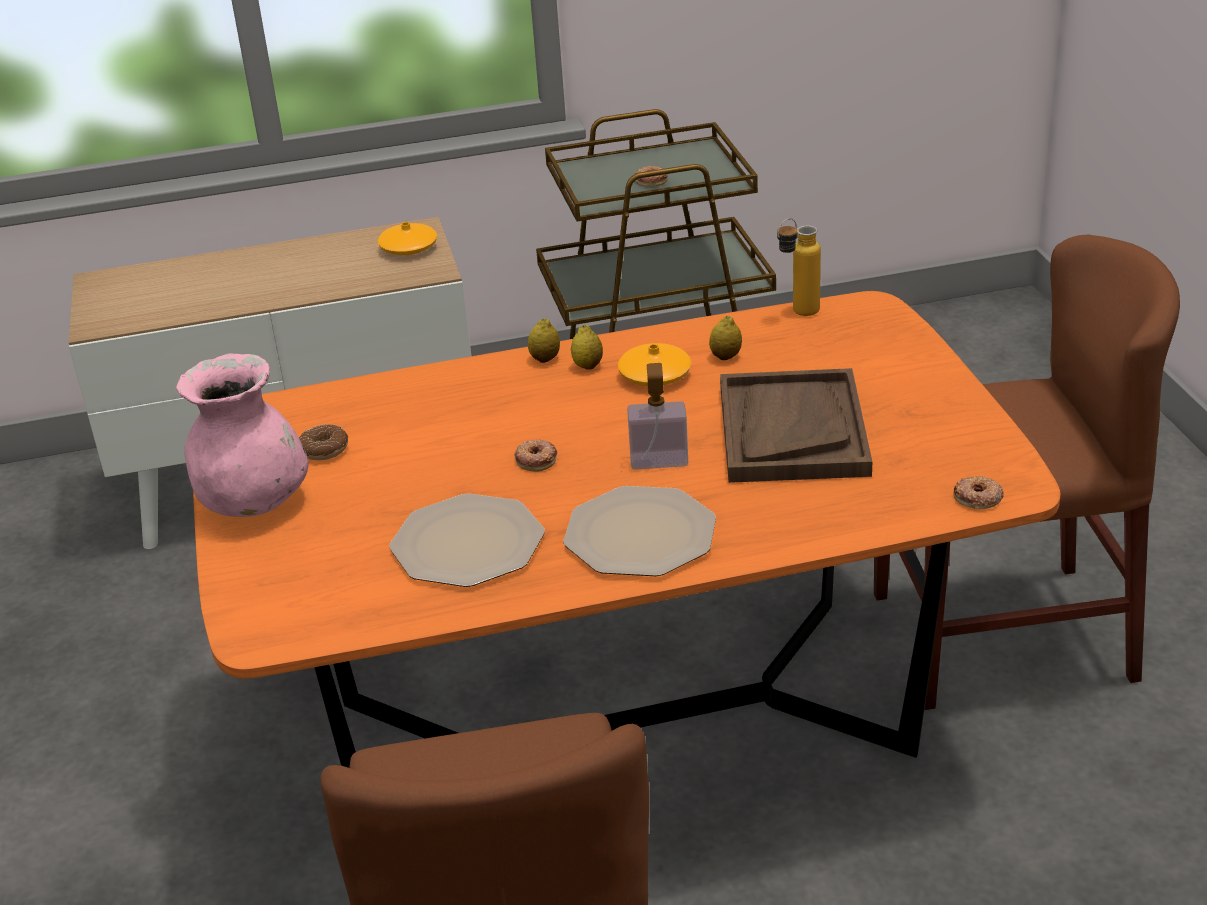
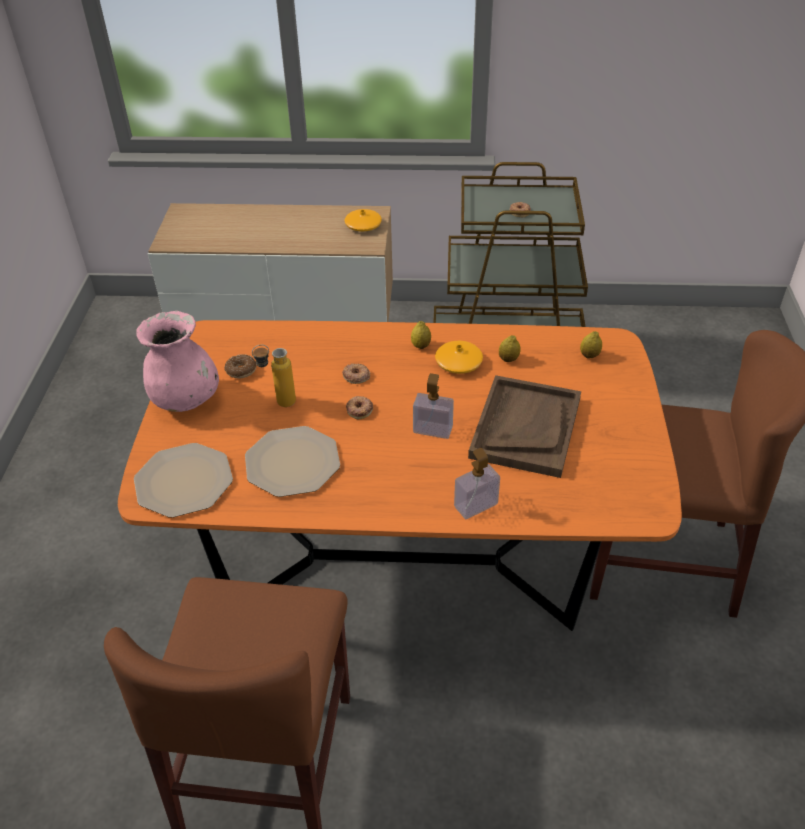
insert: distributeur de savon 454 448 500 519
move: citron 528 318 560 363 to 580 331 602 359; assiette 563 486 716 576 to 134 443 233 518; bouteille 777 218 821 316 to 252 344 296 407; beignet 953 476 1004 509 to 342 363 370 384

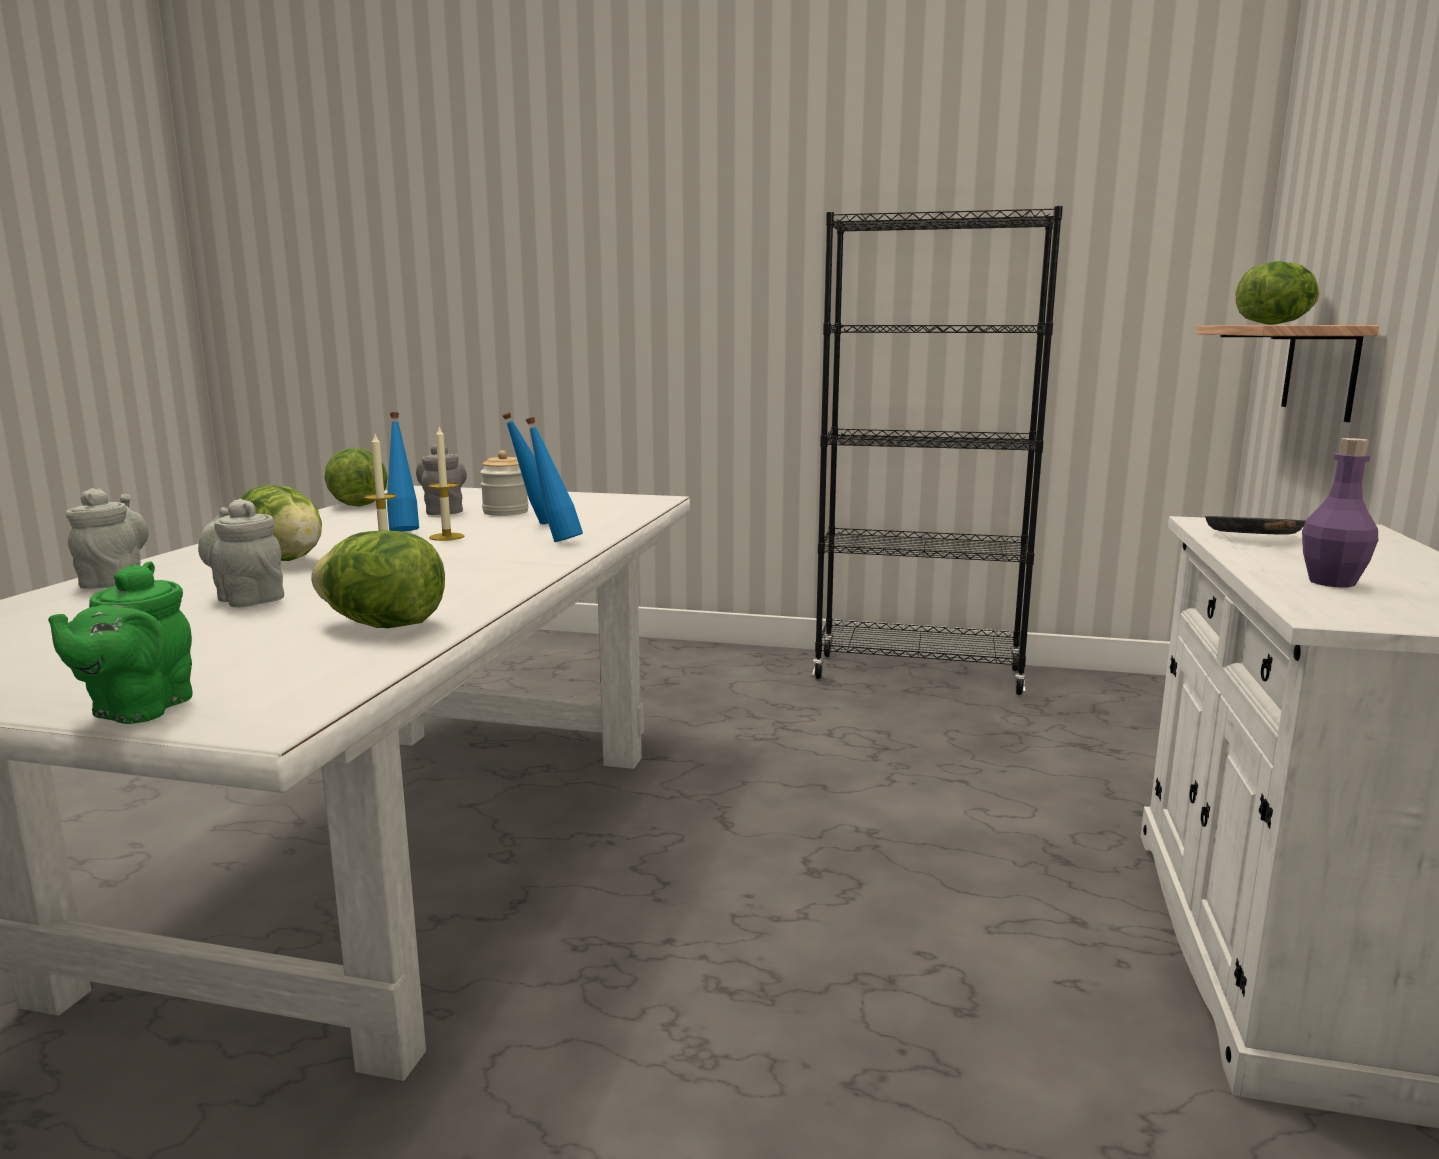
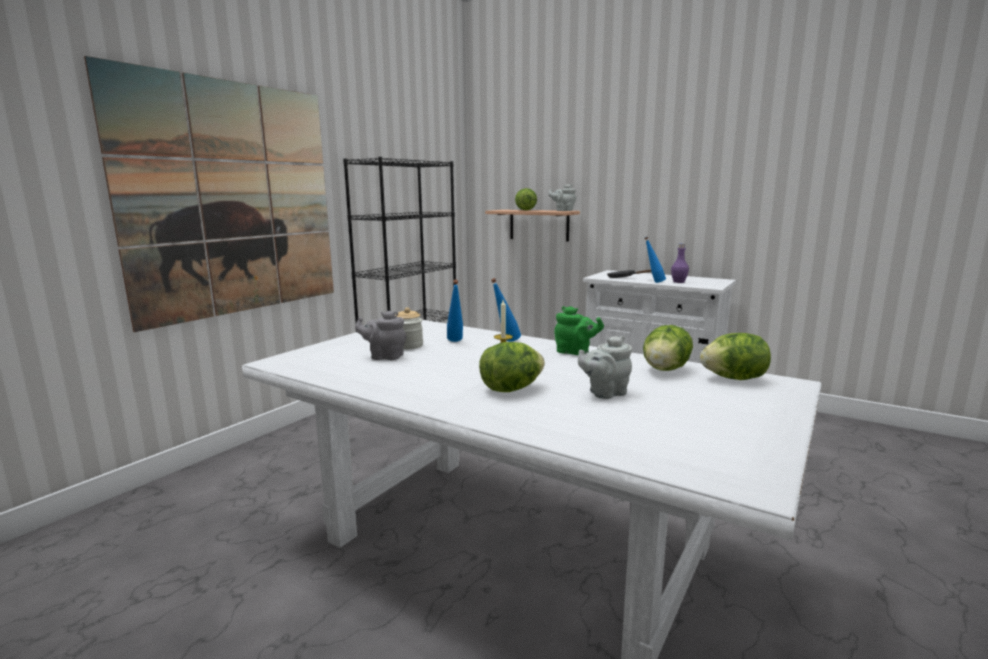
delete: bougie 428 427 465 541
insert: tableau 84 56 334 332
move: théière (vert) 48 561 193 724 to 554 306 604 355; théière (gris) 66 488 149 589 to 548 184 576 211; laitue 325 447 388 507 to 700 333 771 380; bouteille (bleu) 387 412 419 531 to 645 237 666 283

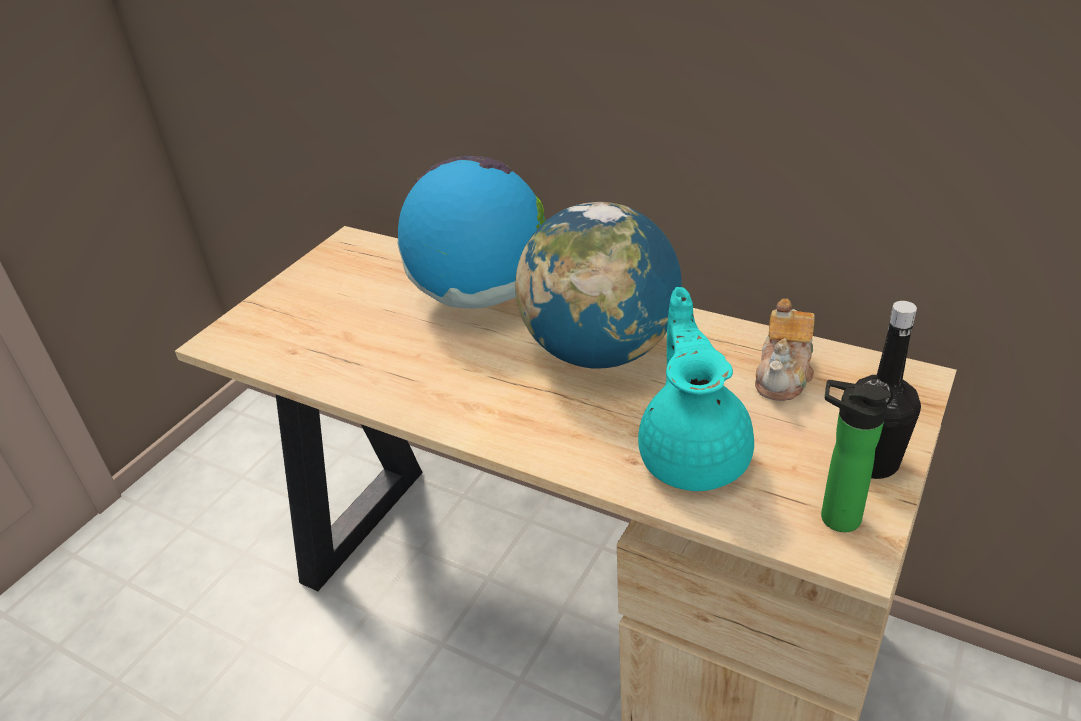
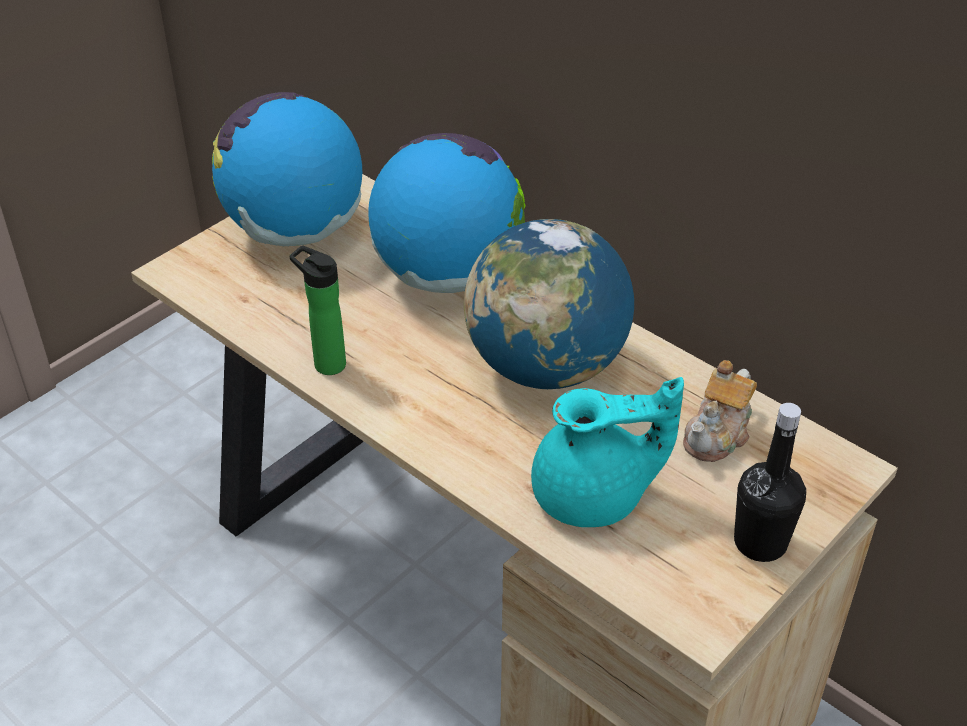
insert: globe 212 92 362 246
move: bouteille 821 380 891 532 to 289 245 346 375
rotate: théière (turquoise) 638 287 754 491 = 531 377 684 527 75 degrees clockwise

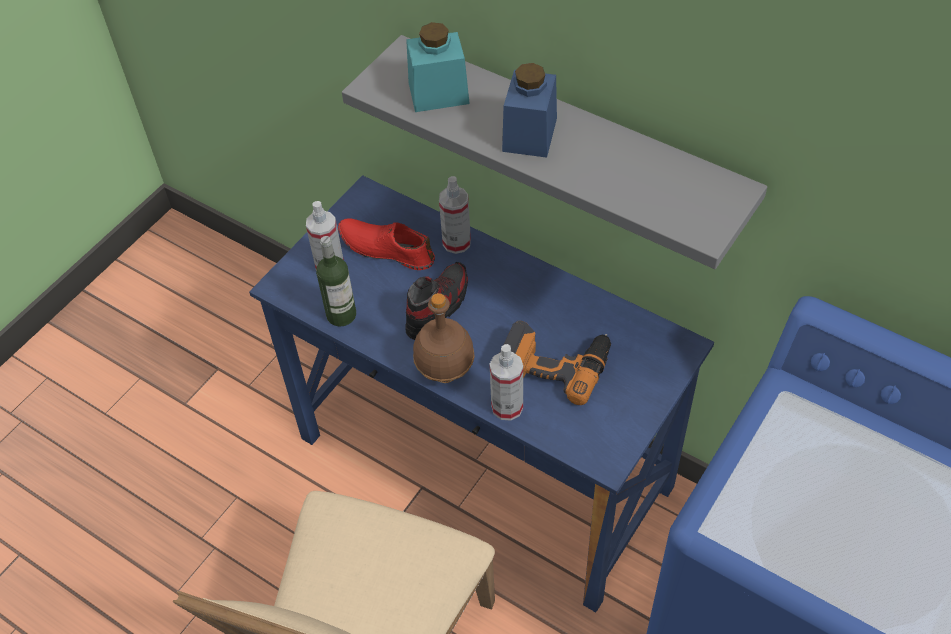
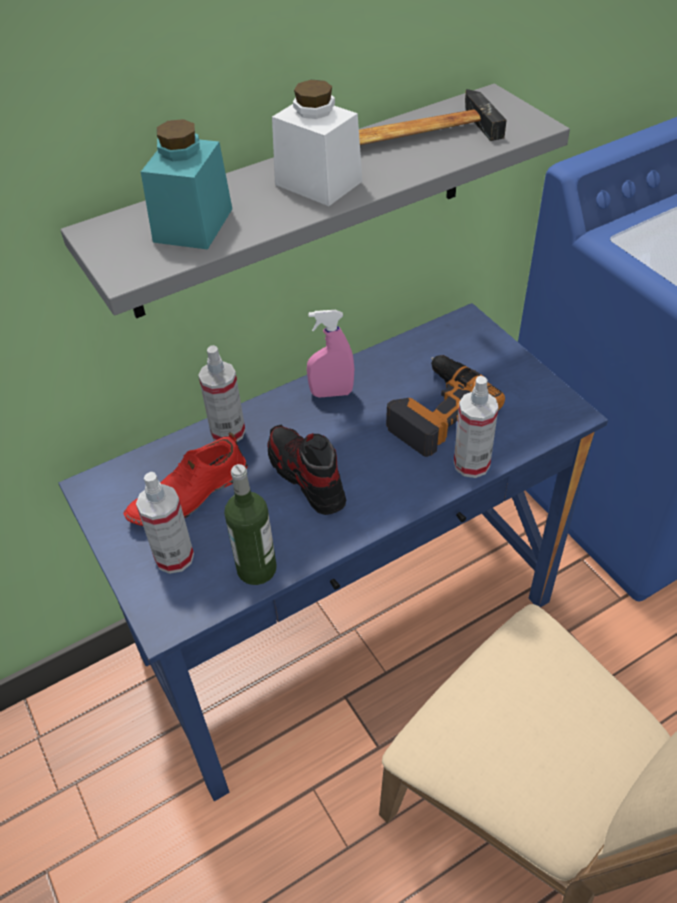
delete: bouteille (marron) 413 293 475 383
insert: vaporisateur (rose) 307 310 354 398; marteau 359 89 506 145
recolor: bocal (bleu) 502 63 557 158 to bocal (blanc) 272 80 362 206

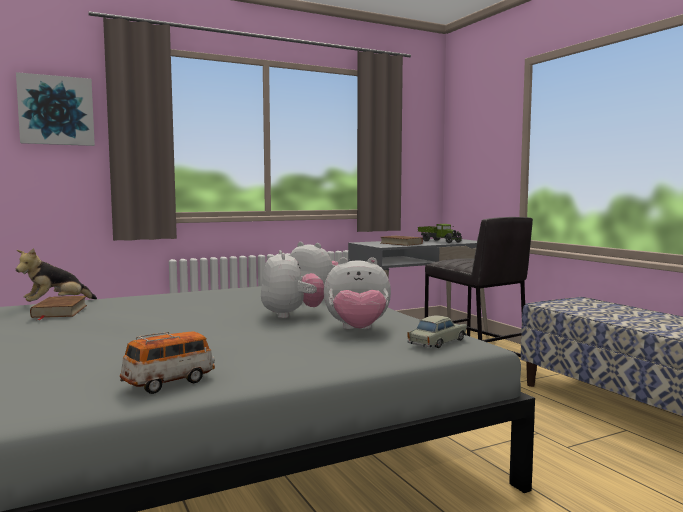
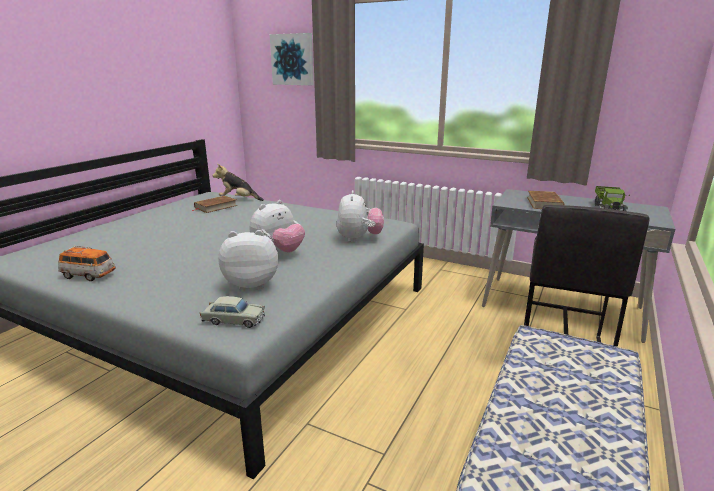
rotate: peluche 324 257 391 329 = 219 230 278 290 120 degrees clockwise

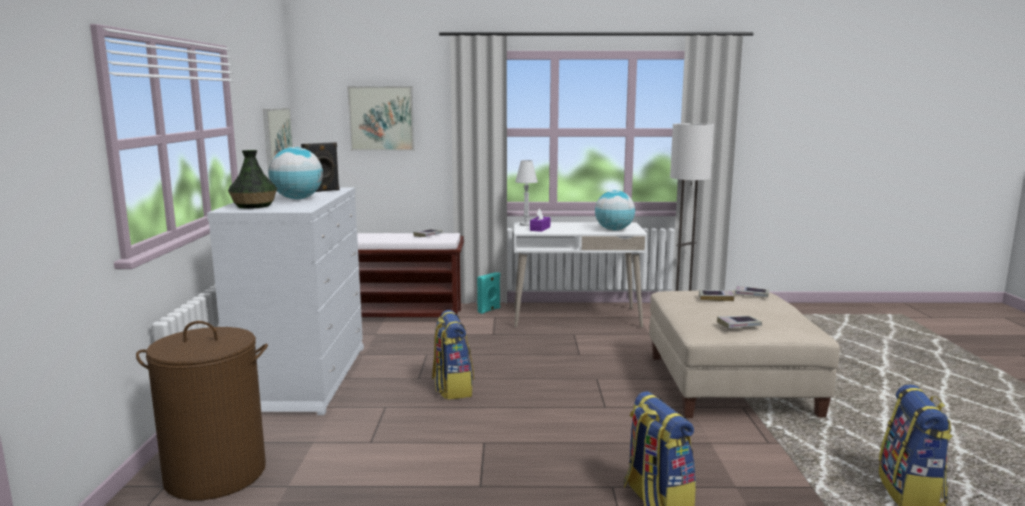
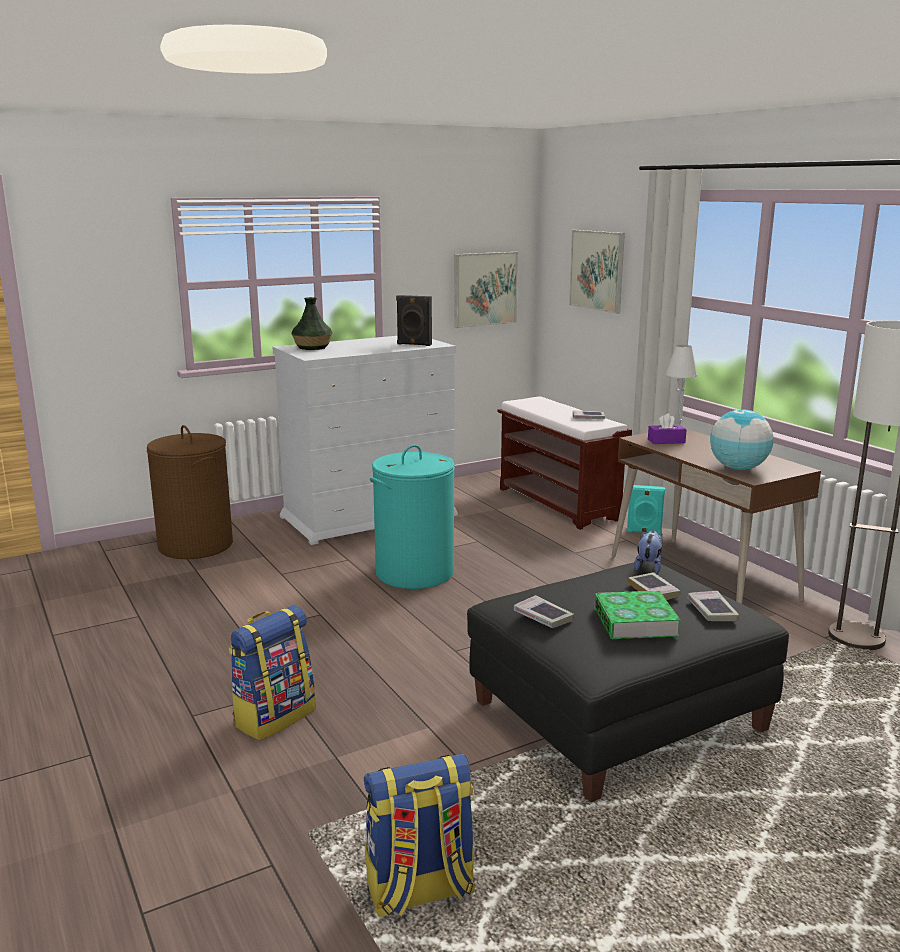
delete: globe 268 147 323 199
insert: livre 595 591 680 639; peluche 634 530 662 573
replace: sac à dos 432 310 474 400 to panier à linge (turquoise) 370 445 455 589
recolor: bureau (blanc) 514 222 648 328 to bureau (marron) 612 428 821 604; pouf (beige) 649 291 840 418 to pouf (noir) 467 561 789 802

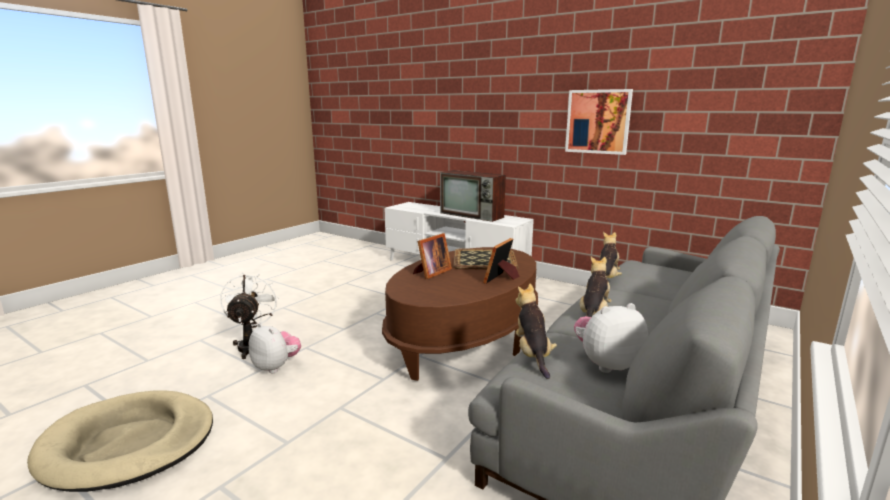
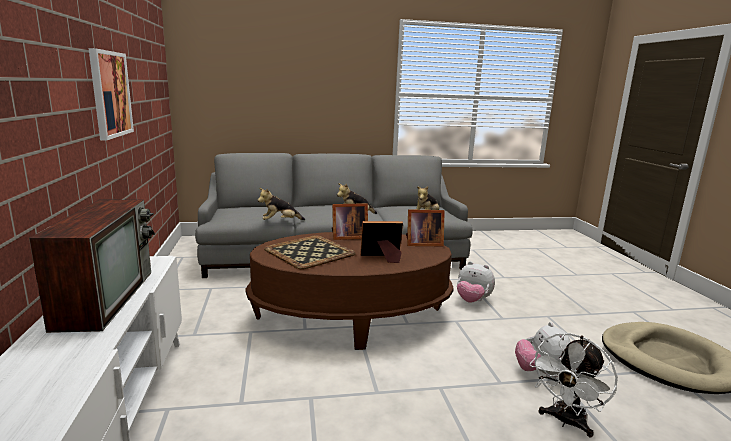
insert: cadre photo 406 209 445 246
move: peluche 574 303 648 373 to 457 261 495 303

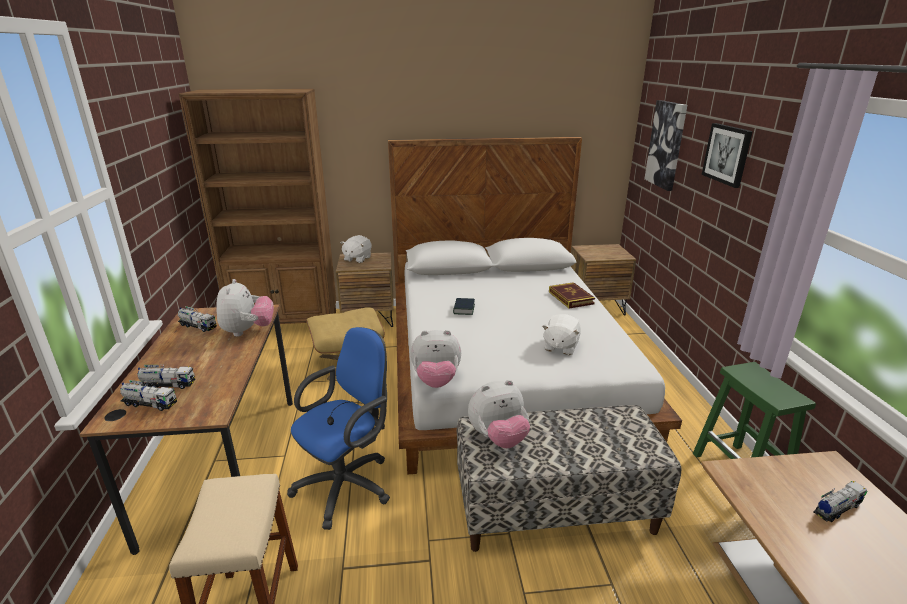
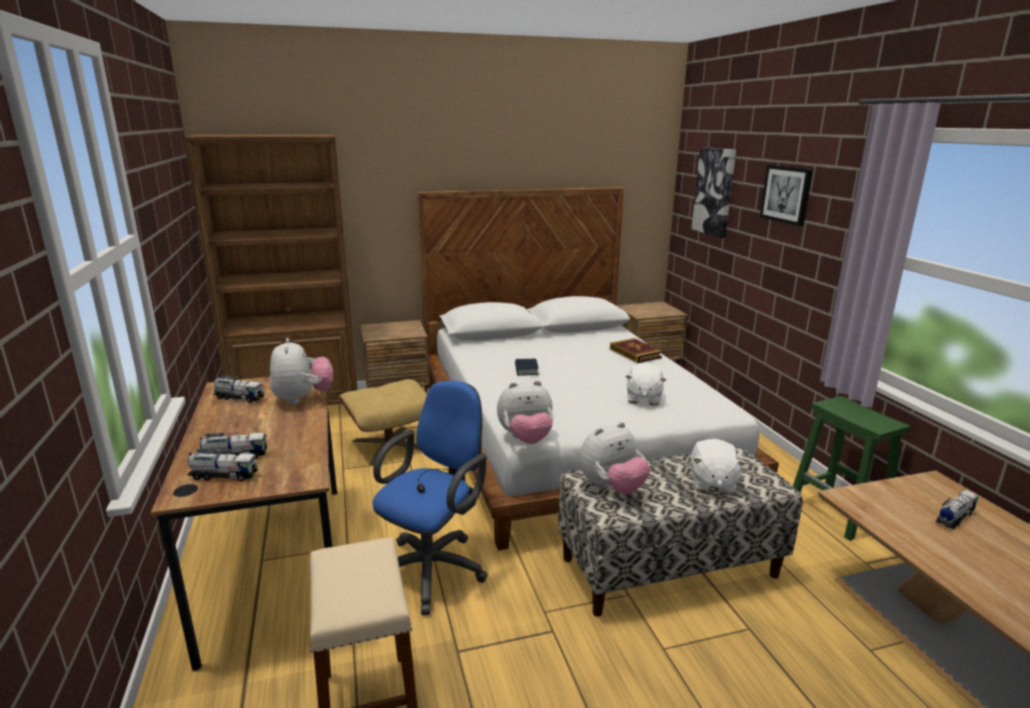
move: peluche (blanc) 340 235 372 263 to 691 439 746 495

